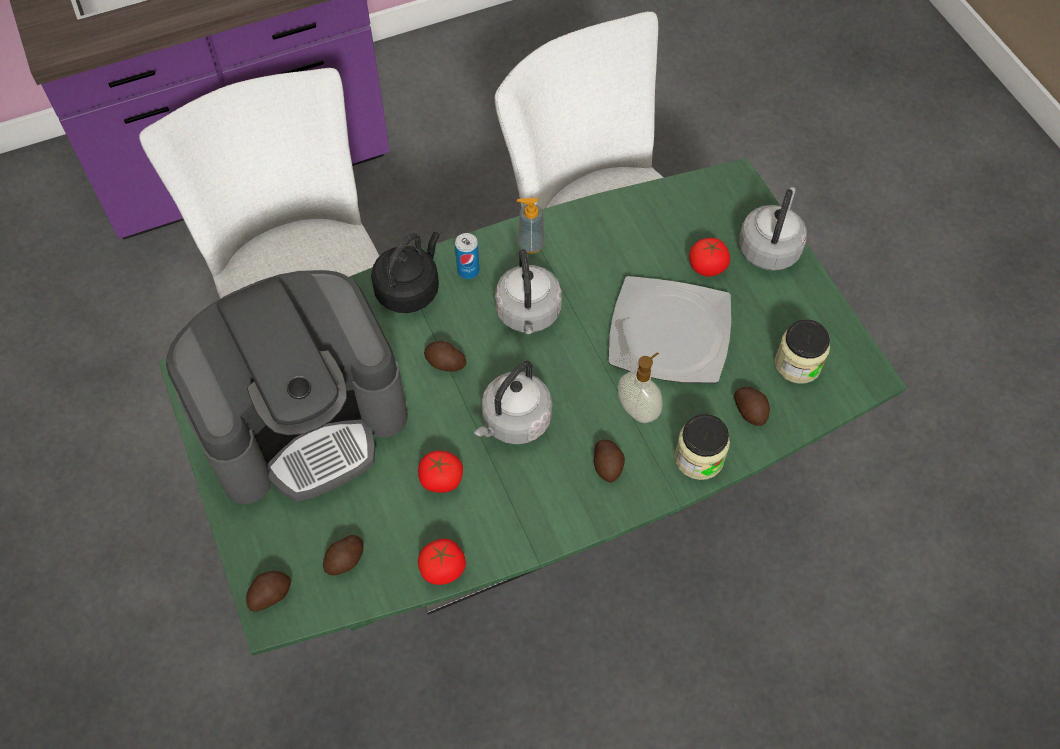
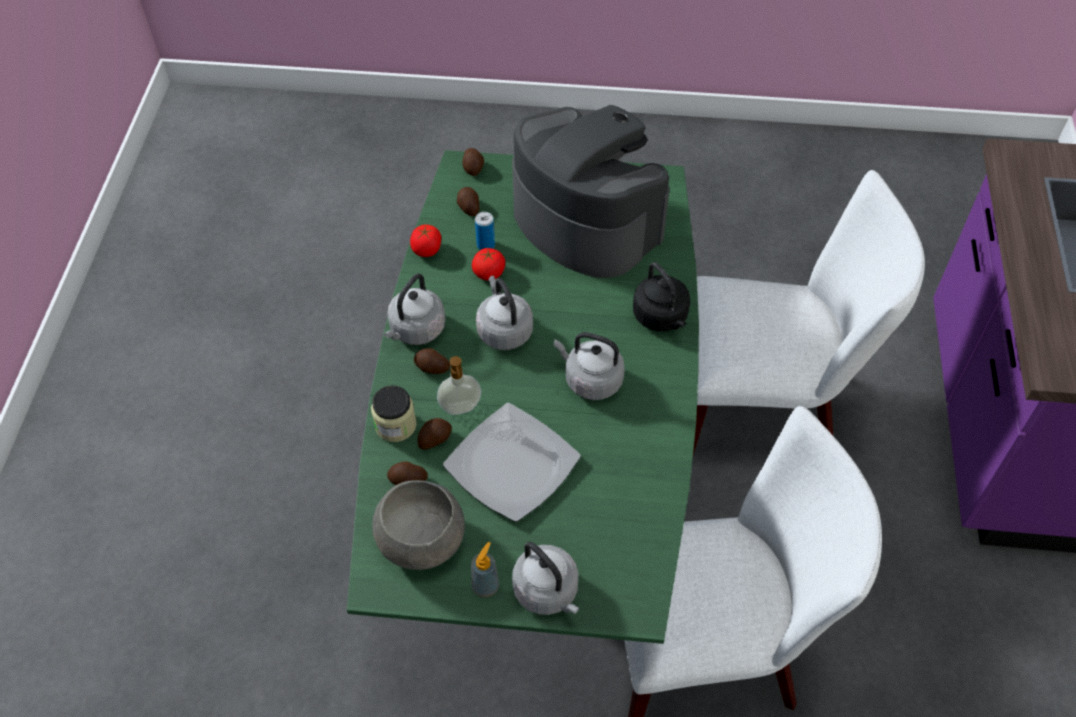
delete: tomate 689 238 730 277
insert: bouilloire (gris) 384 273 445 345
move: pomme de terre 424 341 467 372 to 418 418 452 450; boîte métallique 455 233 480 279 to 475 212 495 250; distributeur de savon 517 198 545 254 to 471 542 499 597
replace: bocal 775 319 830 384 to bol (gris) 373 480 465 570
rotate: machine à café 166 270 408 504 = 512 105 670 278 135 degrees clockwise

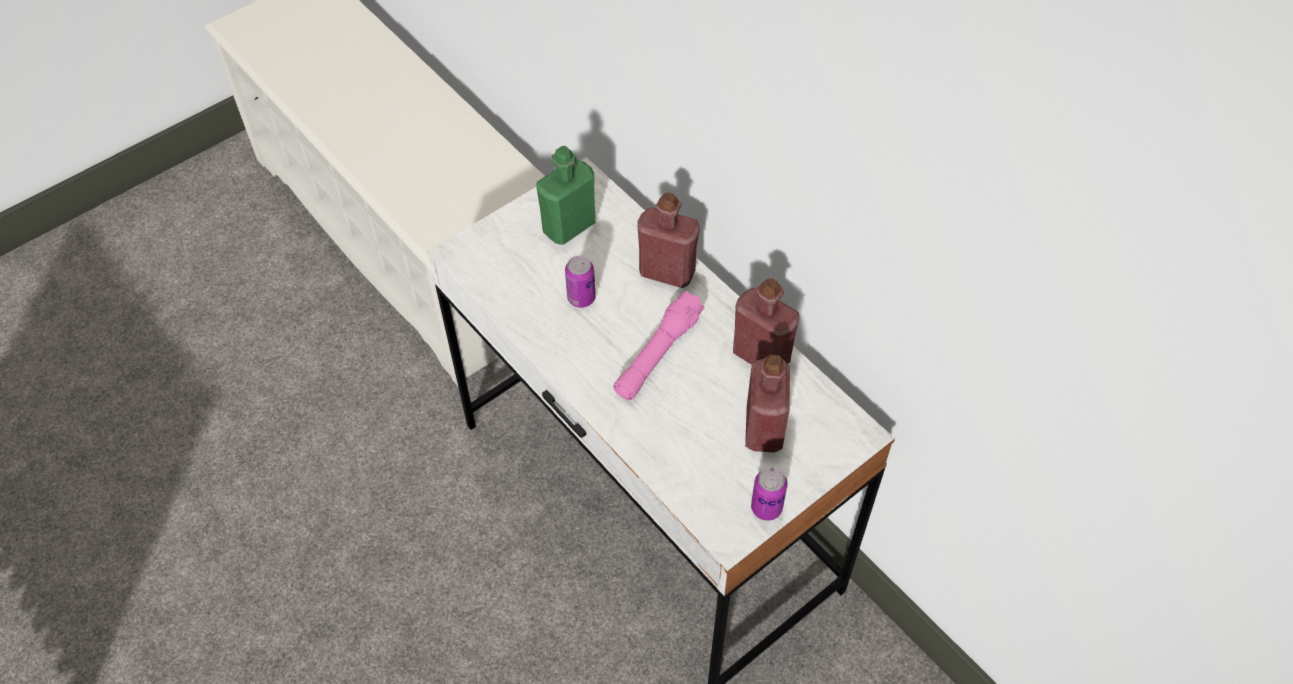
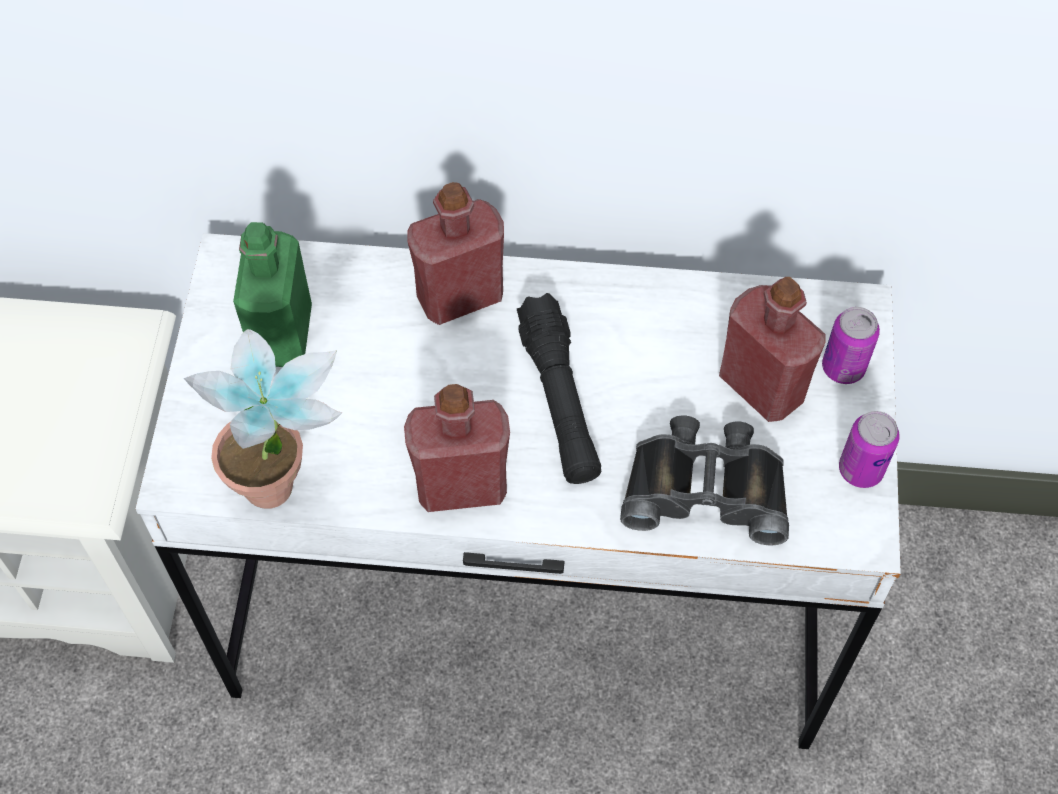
insert: plante en pot 184 329 343 509; jumelles (noir) 620 415 789 546
move: boîte métallique 565 256 596 308 to 822 307 880 384; bouteille (rouge) 733 278 800 365 to 404 384 510 512
recolor: lampe de poche (rose) 613 291 705 400 to lampe de poche (noir) 517 293 602 484

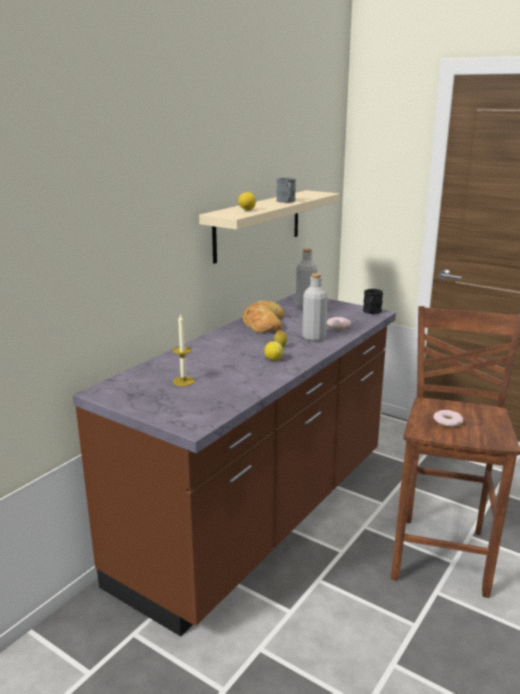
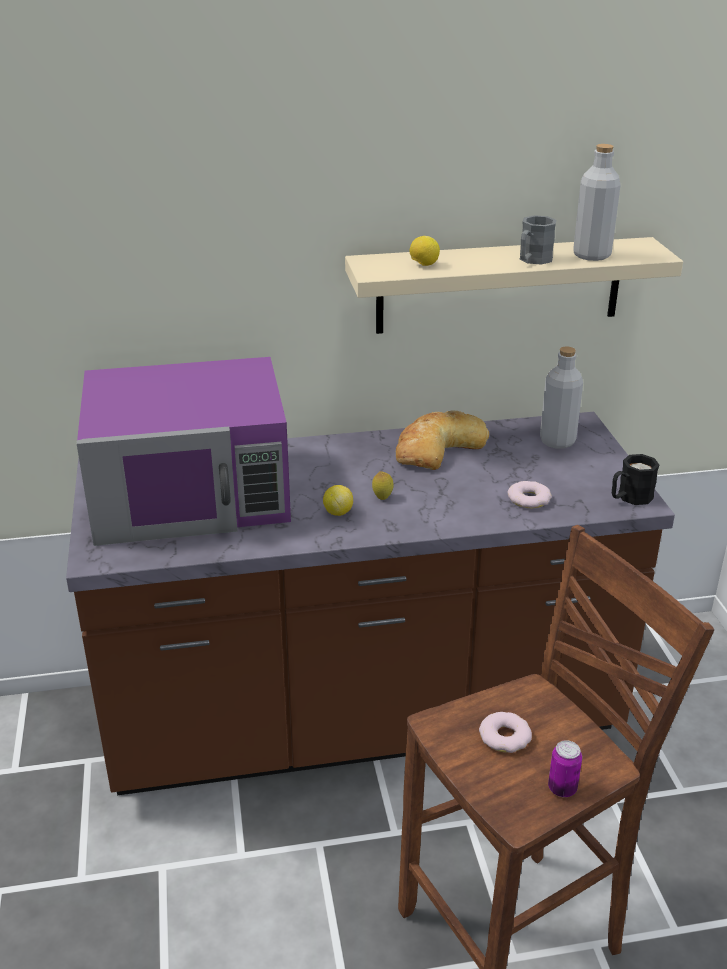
insert: boîte métallique 548 740 582 797
move: bouteille (gris) 302 273 328 342 to 573 144 620 261
replace: bougie 173 313 195 386 to micro-ondes (violet) 77 357 291 546

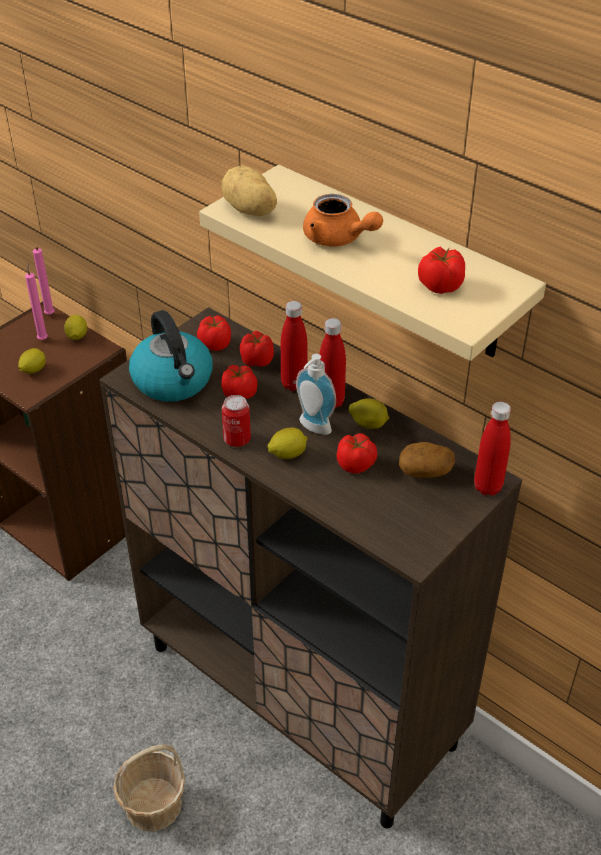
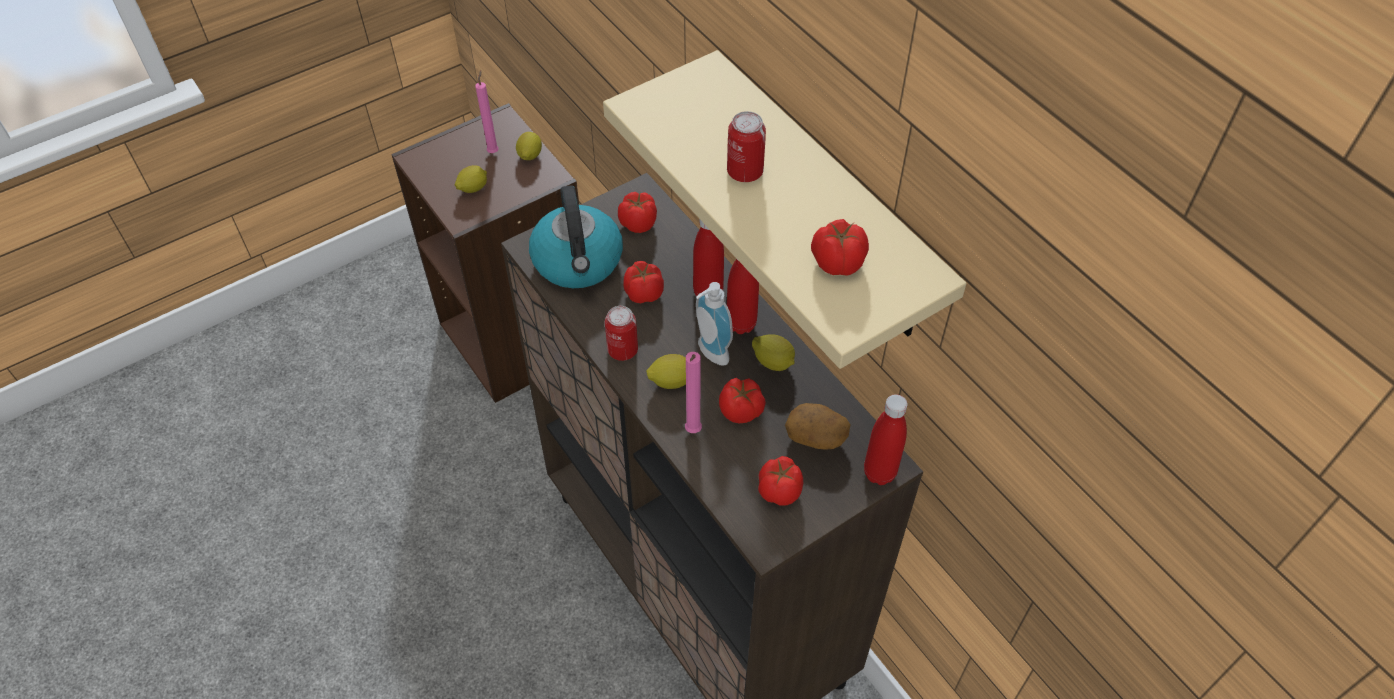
delete: panier 113 744 185 832; pomme de terre 221 165 277 216
move: bougie (rose) 33 247 55 315 to 685 352 702 433; tomate 240 331 274 367 to 758 456 803 506
replace: théière (orange) 303 194 383 247 to boîte métallique 727 111 766 182

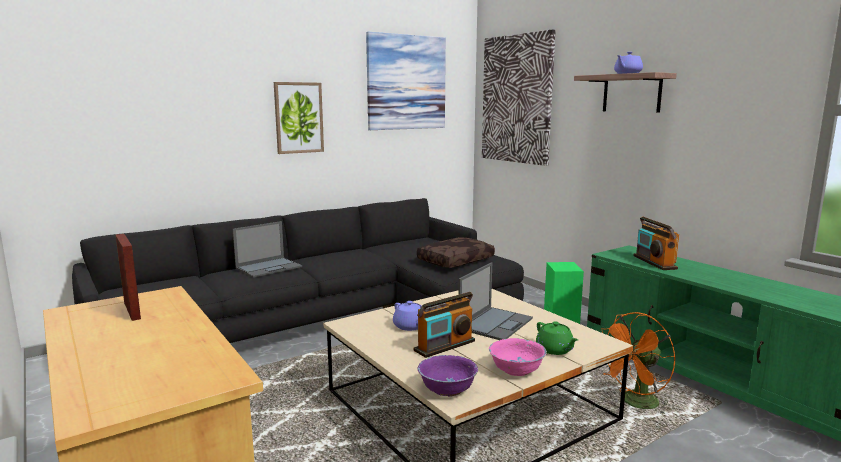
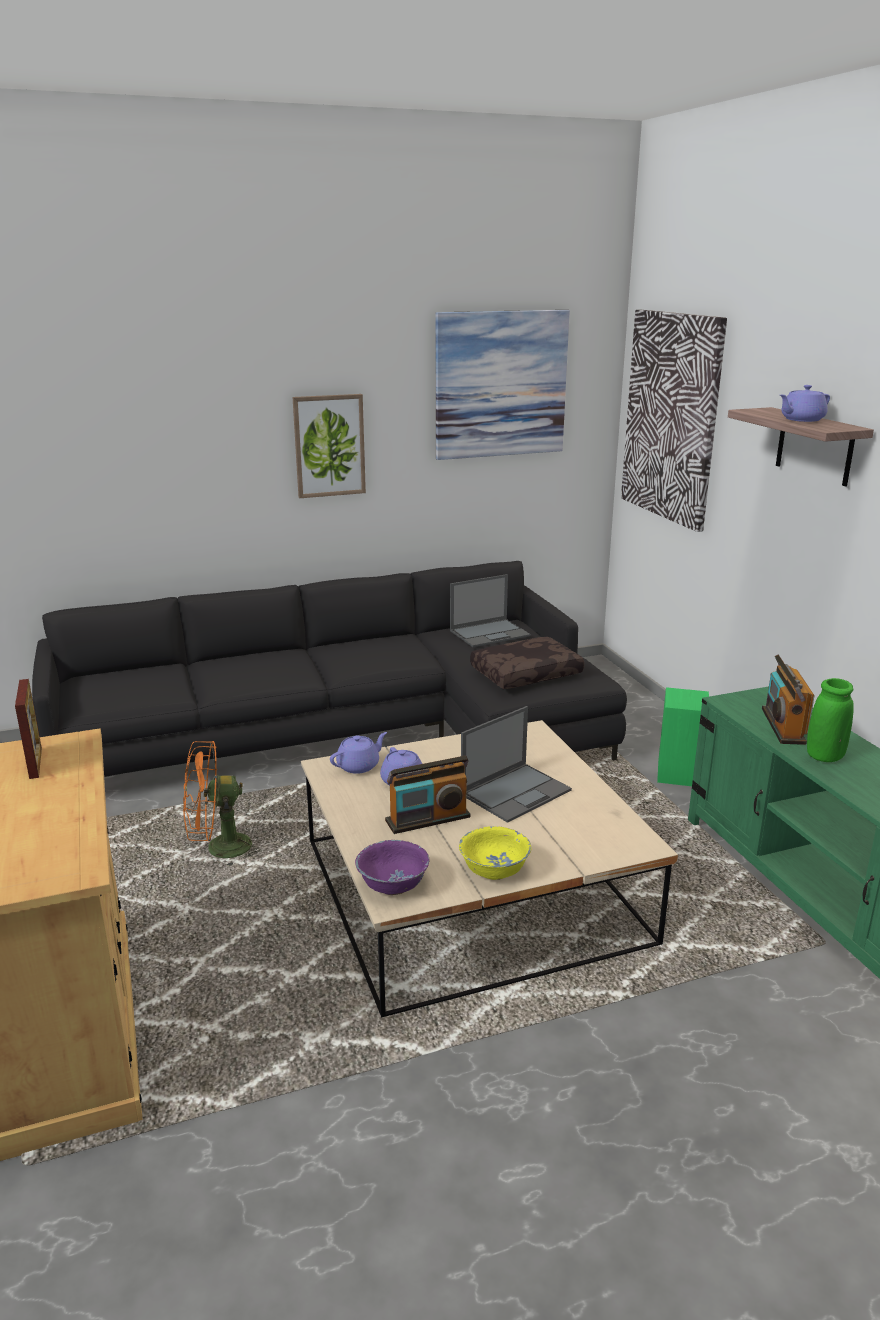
delete: théière (vert) 536 321 578 355
insert: théière (violet) 330 732 387 774; vase (vert) 807 678 854 762
move: ordinateur portable 233 221 302 278 to 450 574 531 647; ventilateur (orange) 602 312 676 415 to 183 741 261 868
recolor: bol (rose) 489 338 547 376 to bol (jaune) 459 826 531 880

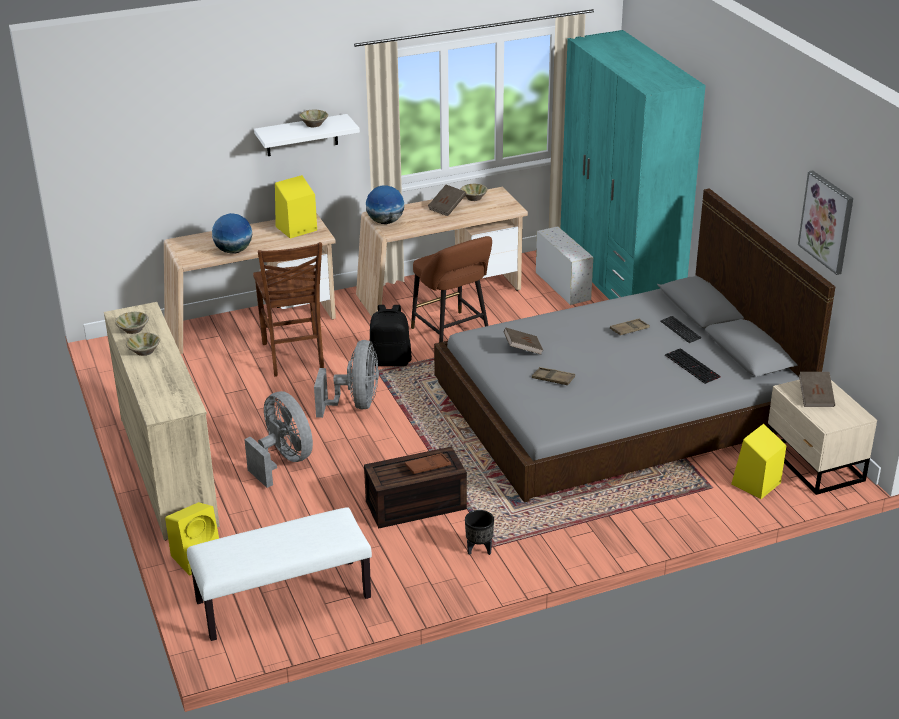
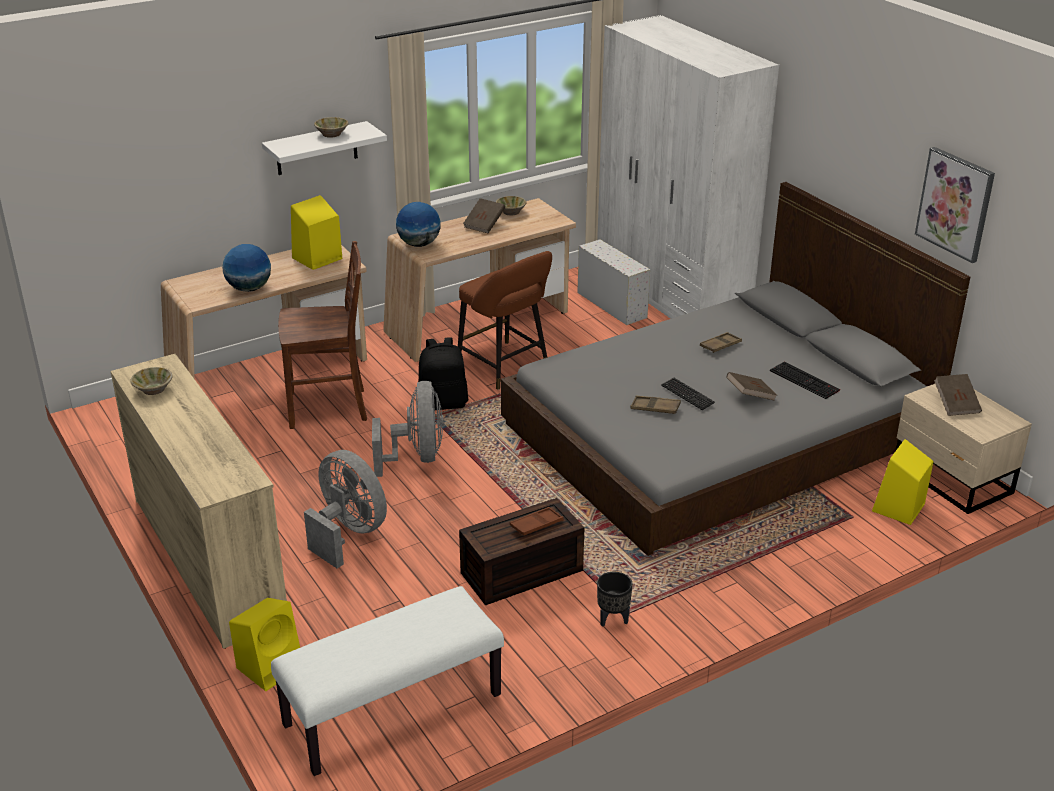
delete: bol (beige) 126 333 160 356
move: livre (marron) 504 328 543 354 to 726 372 777 401; clavier 660 316 701 343 to 661 378 715 410
recolor: armoire (turquoise) 561 30 706 300 to armoire (blanc) 597 15 779 319
rotate: chaise (marron) 253 242 324 376 = 278 241 367 429 75 degrees counterclockwise

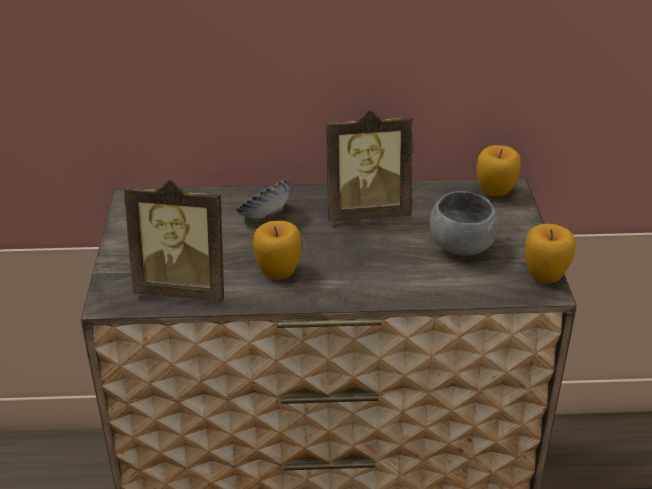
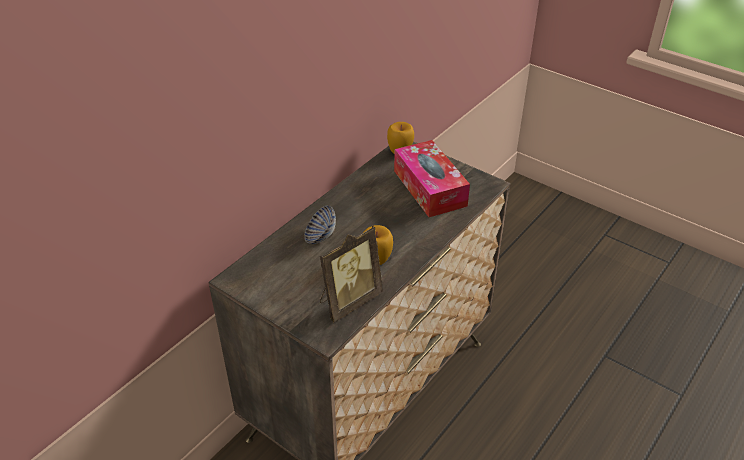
delete: cadre photo 326 109 413 222; pomme 525 224 576 283
replace: bol (gris) 430 191 498 256 to boîte à mouchoirs 394 140 470 217

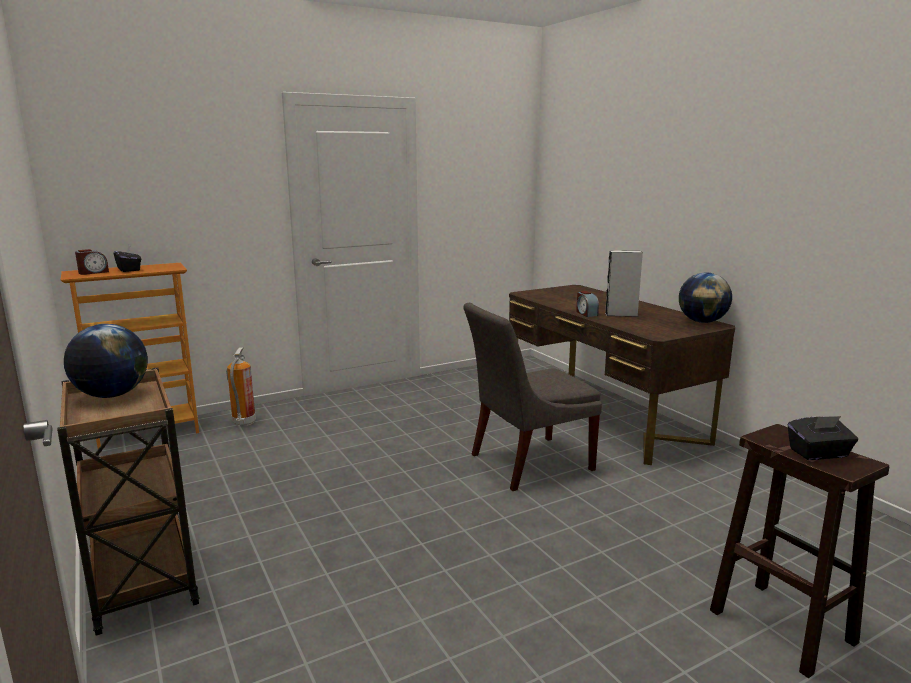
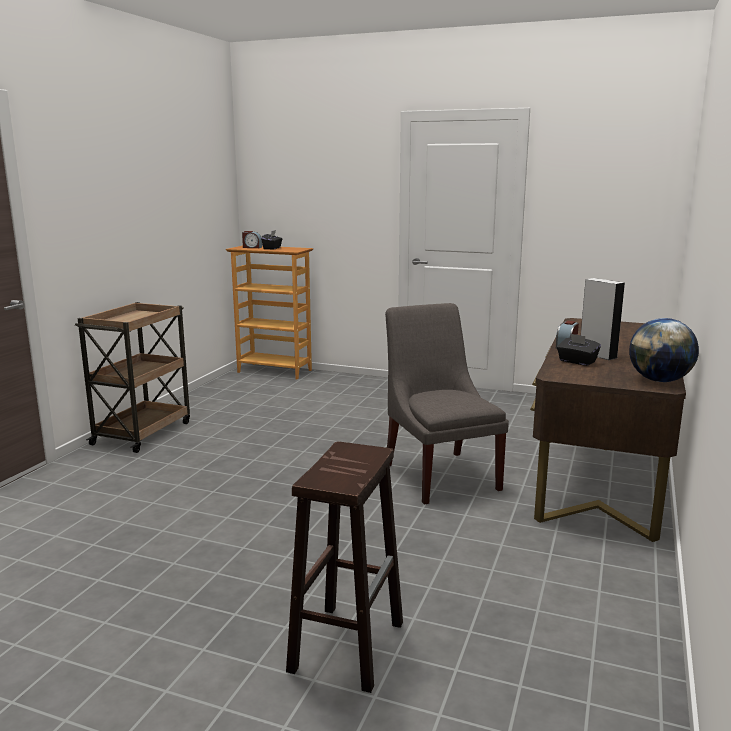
delete: globe 64 324 148 398; extincteur 226 347 256 426
move: boîte à mouchoirs (noir) 788 416 858 460 to 557 333 601 366
rotate: chaise (gris) 463 303 602 491 = 385 303 509 505 45 degrees clockwise

